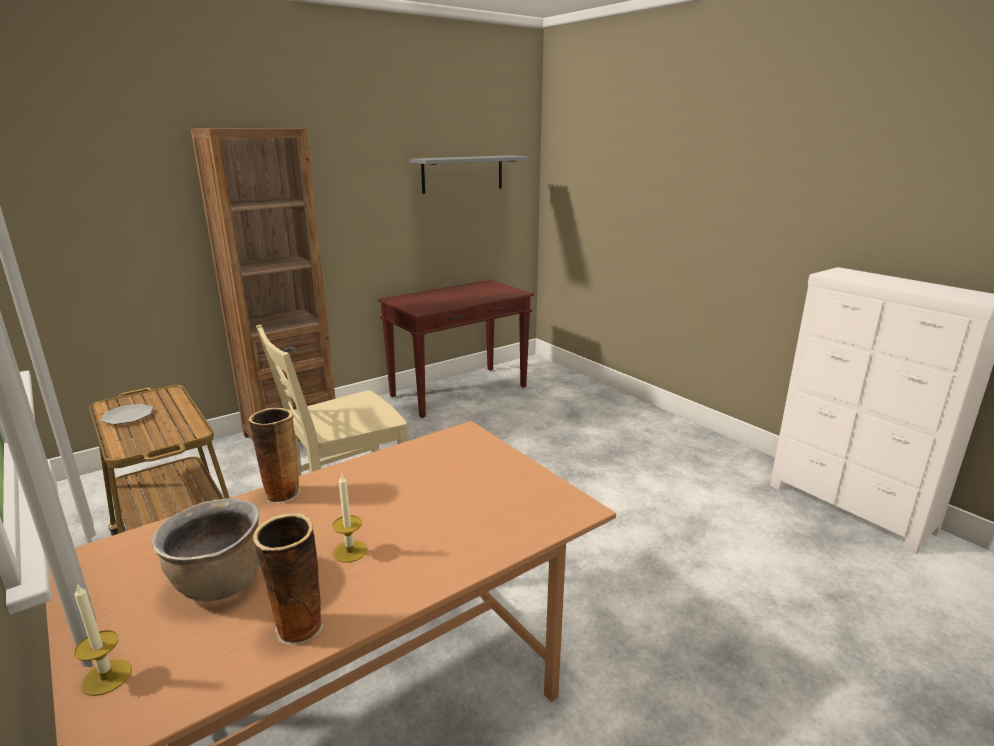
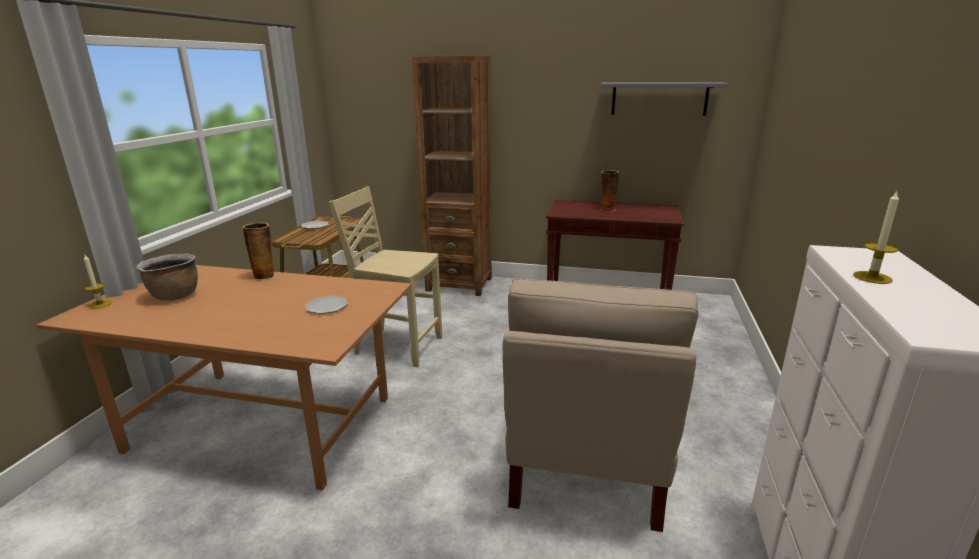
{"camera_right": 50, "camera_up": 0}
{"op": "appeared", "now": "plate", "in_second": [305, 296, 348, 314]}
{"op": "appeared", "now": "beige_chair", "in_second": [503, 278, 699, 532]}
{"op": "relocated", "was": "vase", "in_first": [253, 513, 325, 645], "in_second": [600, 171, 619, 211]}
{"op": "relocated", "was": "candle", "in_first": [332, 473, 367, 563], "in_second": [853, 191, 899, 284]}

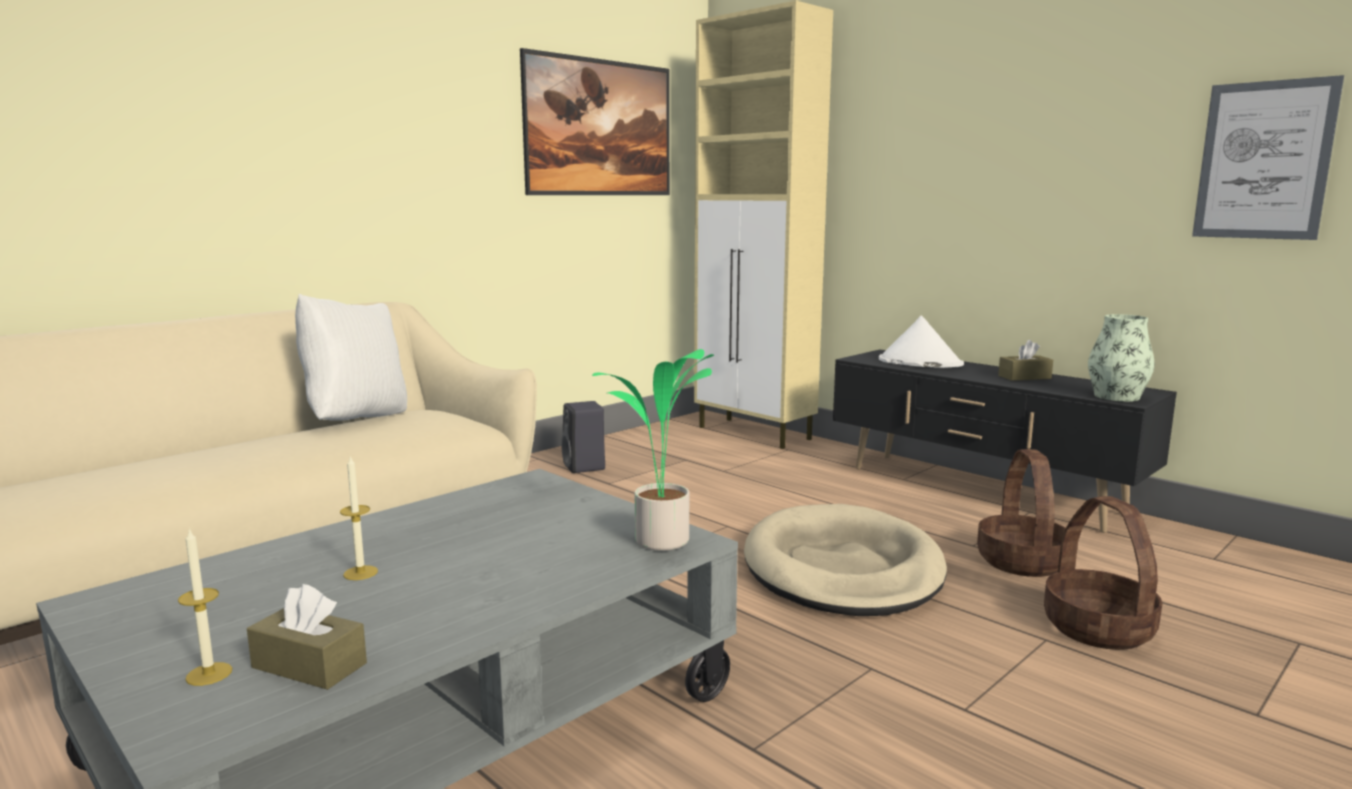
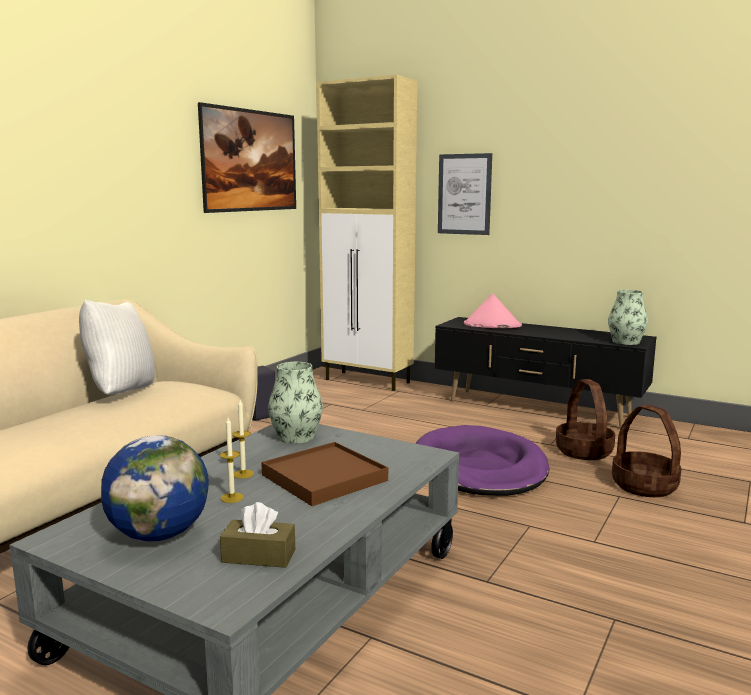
{"camera_right": -15, "camera_up": 0}
{"op": "appeared", "now": "globe", "in_second": [101, 435, 209, 541]}
{"op": "relocated", "was": "candle", "in_first": [178, 528, 232, 686], "in_second": [232, 400, 254, 479]}
{"op": "appeared", "now": "brown_tray", "in_second": [261, 442, 388, 506]}
{"op": "appeared", "now": "vase", "in_second": [268, 362, 323, 444]}
{"op": "colour", "was": "beige_dog_bed", "now": "purple_dog_bed", "in_first": [744, 504, 947, 616], "in_second": [415, 425, 550, 496]}
{"op": "relocated", "was": "picture", "in_first": [1192, 75, 1344, 240], "in_second": [438, 153, 492, 235]}
{"op": "colour", "was": "white_hat", "now": "pink_hat", "in_first": [879, 316, 964, 368], "in_second": [464, 293, 522, 328]}
{"op": "missing", "was": "potted_plant", "in_first": [592, 349, 714, 551]}
{"op": "missing", "was": "brown_tissue_box", "in_first": [998, 340, 1053, 381]}

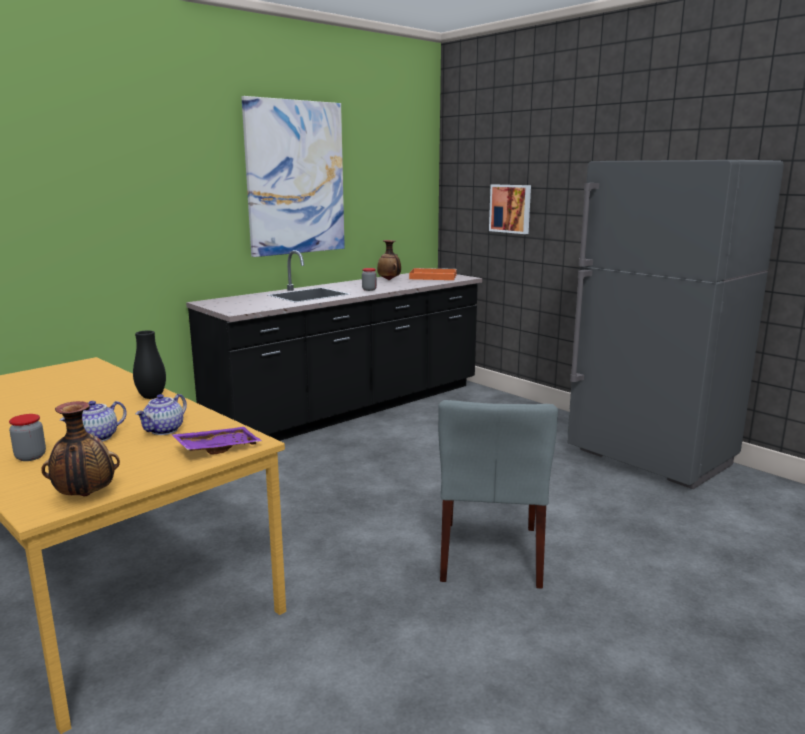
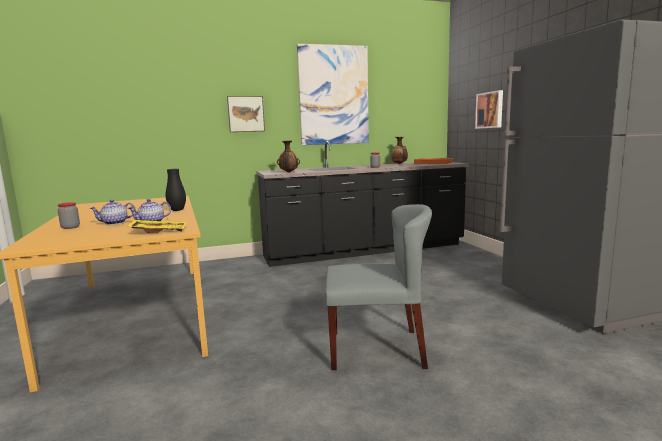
{"camera_right": 25, "camera_up": -5}
{"op": "colour", "was": "purple_tray", "now": "yellow_tray", "in_first": [171, 427, 262, 455], "in_second": [128, 220, 187, 233]}
{"op": "appeared", "now": "picture", "in_second": [227, 96, 265, 132]}
{"op": "relocated", "was": "vase", "in_first": [41, 401, 120, 496], "in_second": [277, 140, 300, 173]}
{"op": "spun", "was": "grey_chair", "in_first": [438, 400, 558, 589], "in_second": [324, 204, 432, 370], "clockwise": -120}

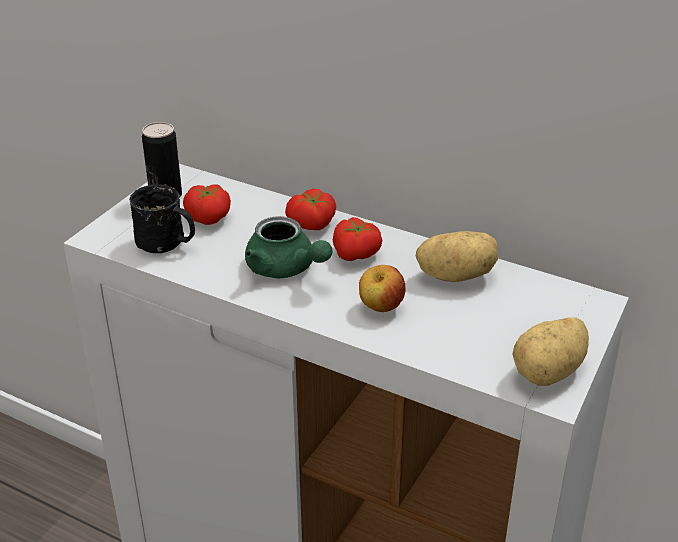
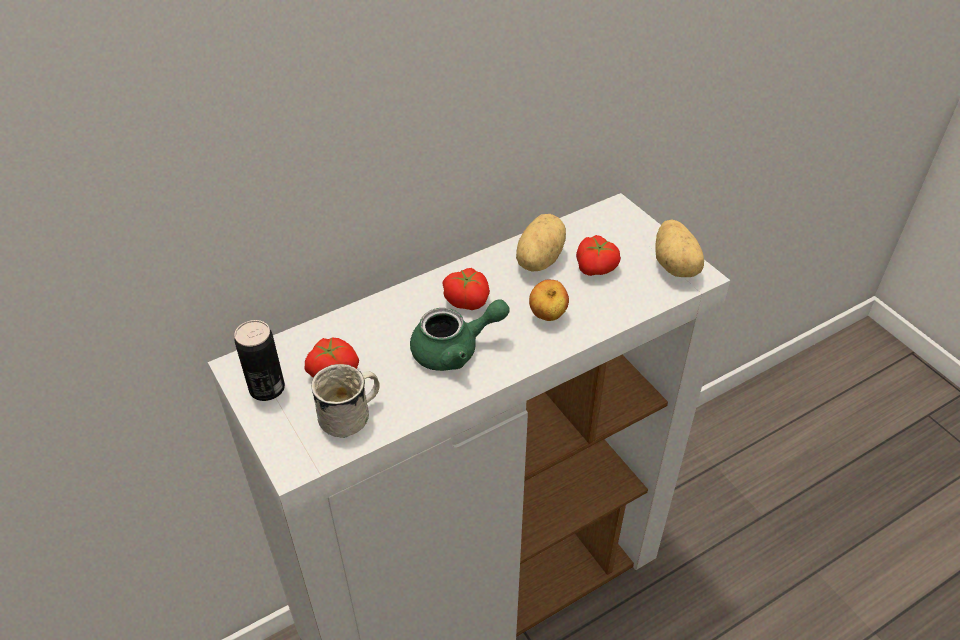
{"camera_right": -60, "camera_up": 10}
{"op": "colour", "was": "black_mug", "now": "white_mug", "in_first": [129, 184, 195, 253], "in_second": [311, 364, 380, 438]}
{"op": "relocated", "was": "tomato", "in_first": [285, 189, 336, 230], "in_second": [576, 235, 621, 276]}

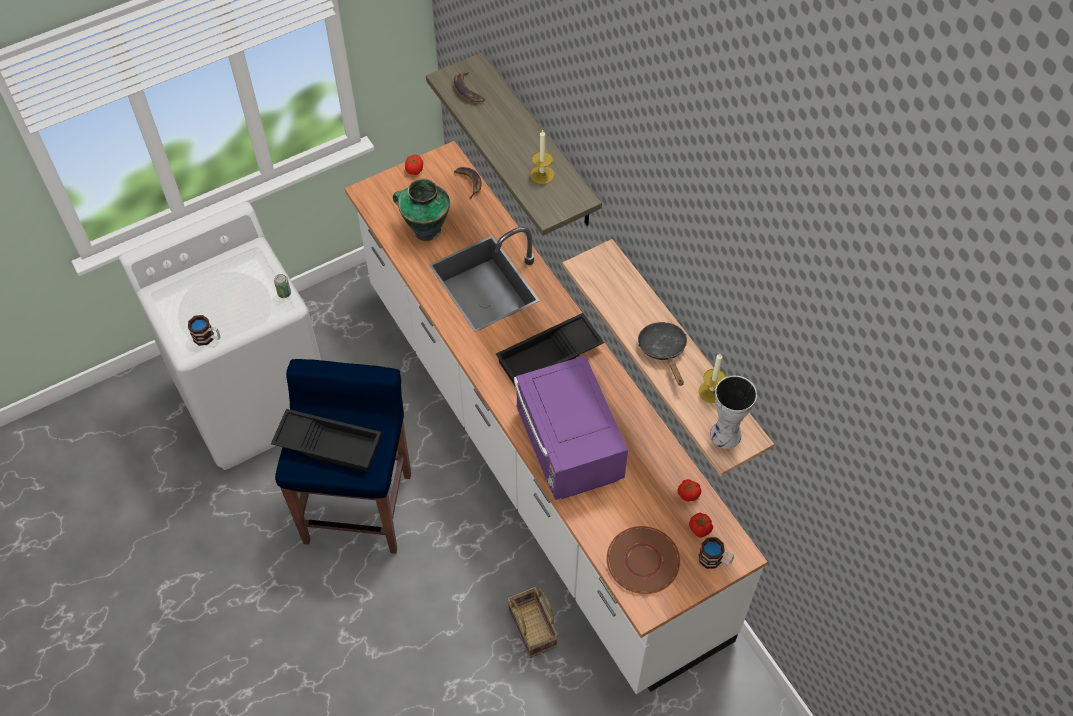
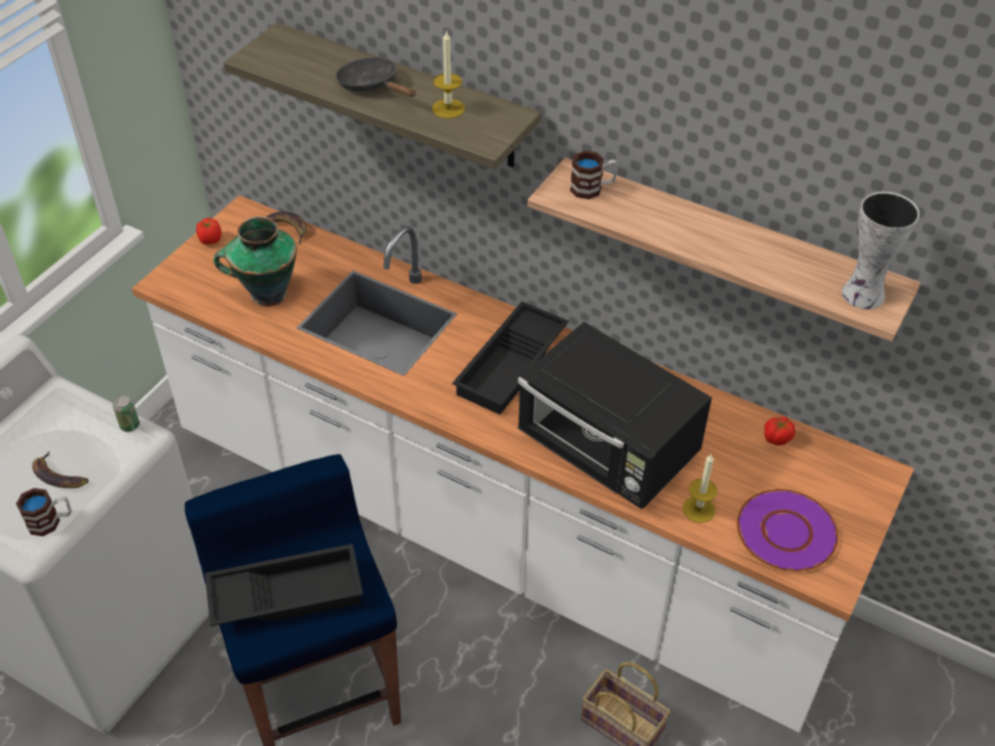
{"camera_right": -30, "camera_up": -10}
{"op": "relocated", "was": "banana", "in_first": [454, 71, 485, 102], "in_second": [32, 451, 89, 488]}
{"op": "relocated", "was": "black_frying_pan", "in_first": [638, 322, 687, 386], "in_second": [336, 57, 416, 97]}
{"op": "colour", "was": "purple_microwave", "now": "black_microwave", "in_first": [514, 355, 628, 500], "in_second": [518, 322, 712, 509]}
{"op": "relocated", "was": "mug", "in_first": [699, 537, 734, 569], "in_second": [570, 151, 618, 199]}
{"op": "relocated", "was": "candle", "in_first": [699, 354, 726, 403], "in_second": [683, 454, 717, 523]}
{"op": "colour", "was": "brown_plate", "now": "purple_plate", "in_first": [606, 526, 680, 594], "in_second": [737, 489, 839, 572]}
{"op": "missing", "was": "tomato", "in_first": [689, 513, 713, 538]}

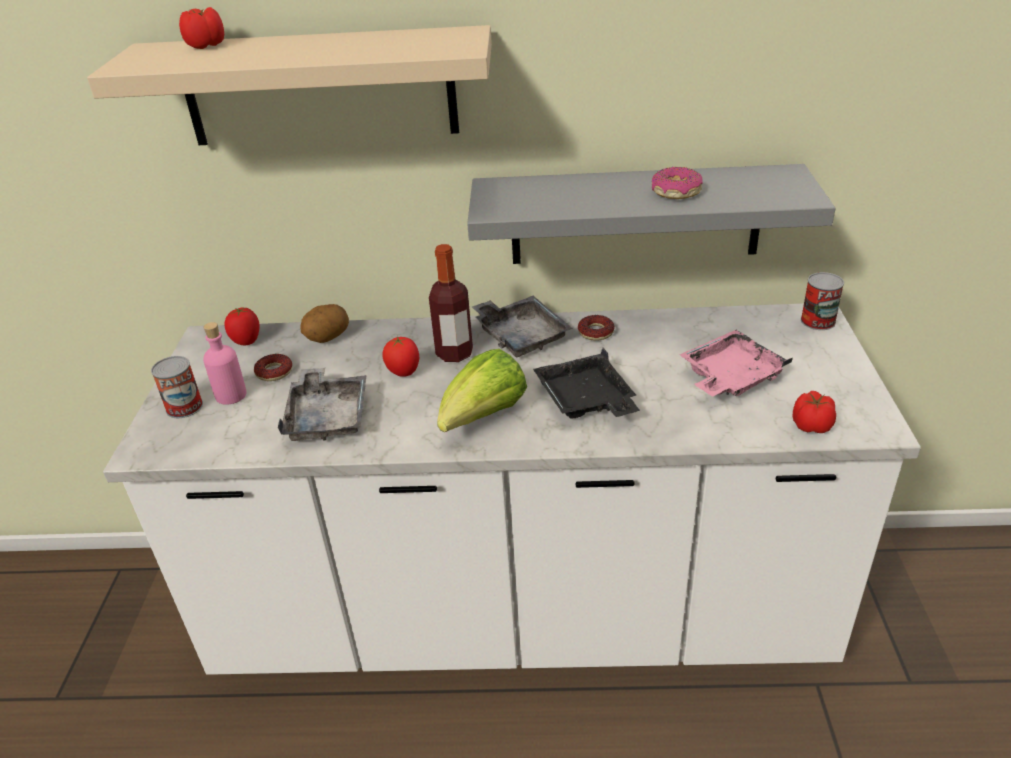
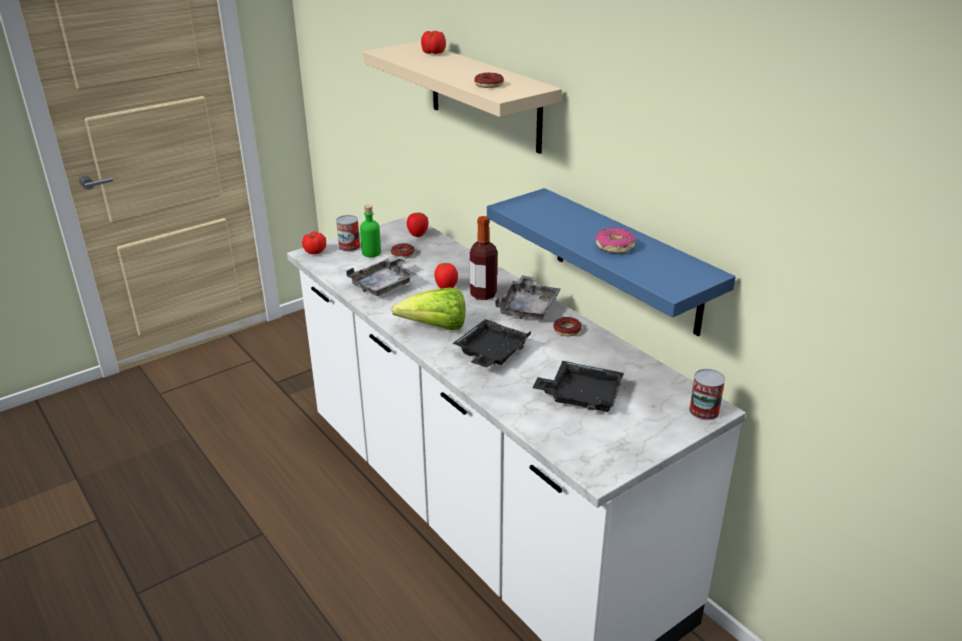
{"camera_right": 50, "camera_up": -5}
{"op": "relocated", "was": "tomato", "in_first": [793, 391, 836, 433], "in_second": [302, 231, 326, 254]}
{"op": "colour", "was": "pink_bottle", "now": "green_bottle", "in_first": [203, 322, 247, 405], "in_second": [360, 205, 381, 257]}
{"op": "appeared", "now": "donut", "in_second": [474, 73, 504, 88]}
{"op": "colour", "was": "grey_shelf", "now": "blue_shelf", "in_first": [467, 164, 836, 264], "in_second": [487, 188, 736, 336]}
{"op": "colour", "was": "pink_tray", "now": "black_tray", "in_first": [679, 330, 793, 396], "in_second": [532, 361, 624, 412]}
{"op": "missing", "was": "potato", "in_first": [300, 304, 349, 343]}

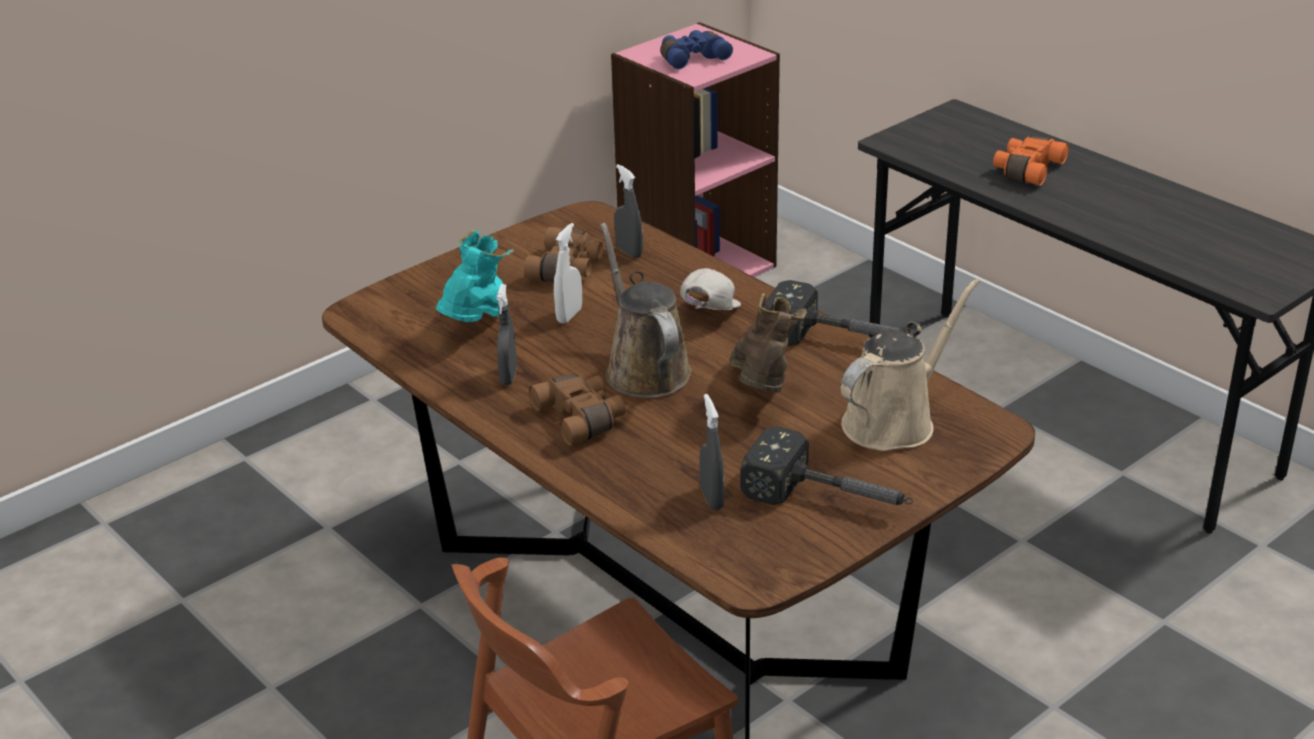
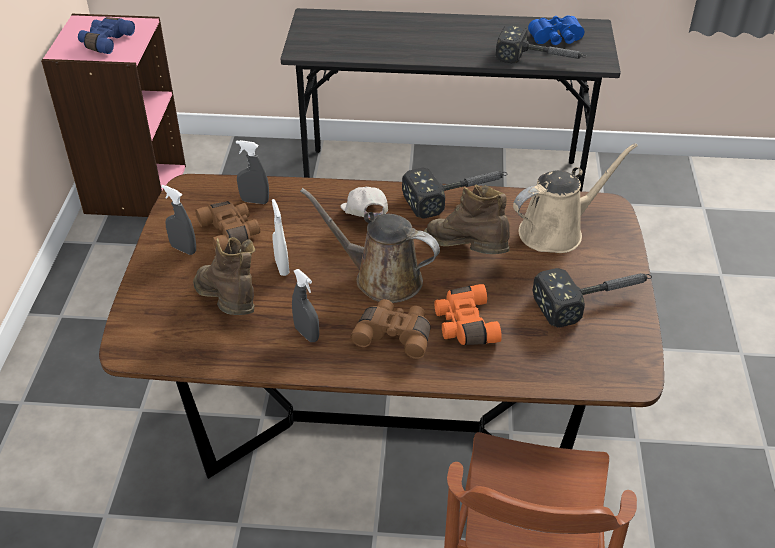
{"camera_right": -45, "camera_up": 10}
{"op": "relocated", "was": "grey_spray_bottle", "in_first": [699, 394, 724, 510], "in_second": [161, 185, 196, 255]}
{"op": "colour", "was": "turquoise_boot", "now": "brown_boot", "in_first": [436, 230, 514, 322], "in_second": [193, 237, 255, 315]}
{"op": "relocated", "was": "orange_binoculars", "in_first": [993, 136, 1069, 185], "in_second": [434, 284, 502, 345]}
{"op": "appeared", "now": "hammer", "in_second": [496, 24, 586, 63]}
{"op": "spun", "was": "beige_watering_can", "in_first": [840, 278, 980, 451], "in_second": [513, 143, 637, 253], "clockwise": 60}
{"op": "appeared", "now": "blue_binoculars", "in_second": [528, 15, 584, 45]}

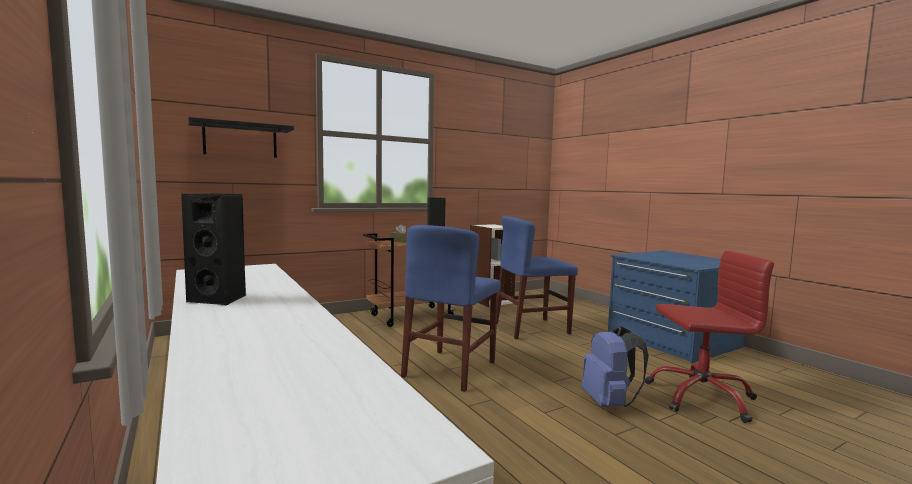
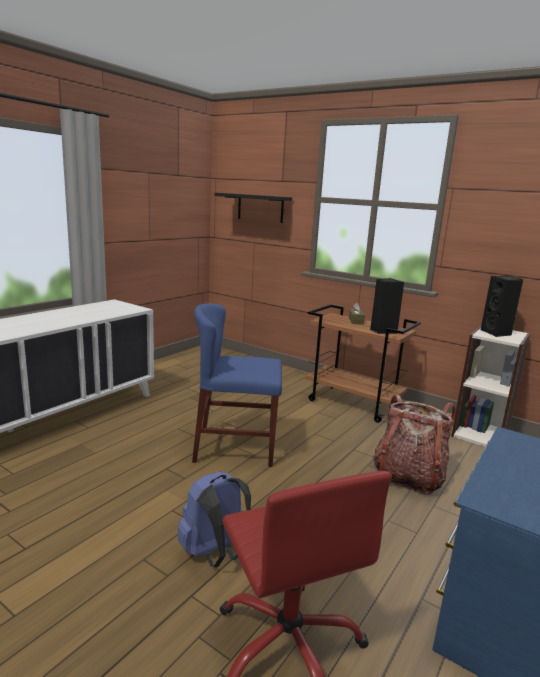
{"camera_right": 65, "camera_up": 10}
{"op": "exchanged", "was": "blue_chair", "now": "backpack", "in_first": [497, 216, 578, 339], "in_second": [373, 395, 456, 495]}
{"op": "relocated", "was": "black_speaker", "in_first": [181, 193, 246, 306], "in_second": [481, 276, 523, 337]}

